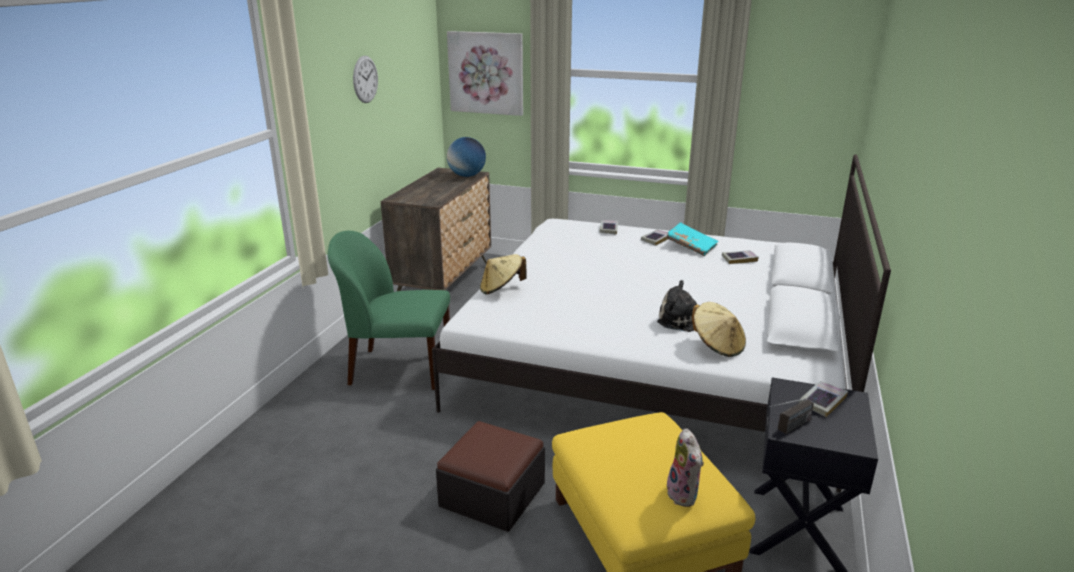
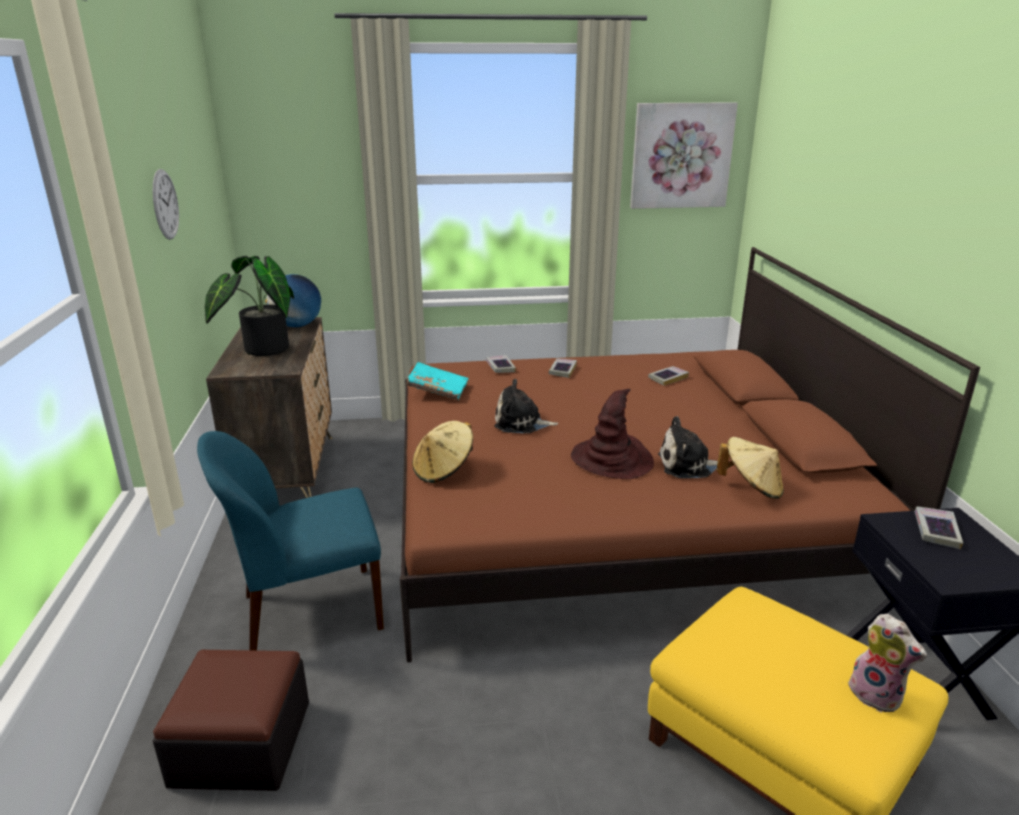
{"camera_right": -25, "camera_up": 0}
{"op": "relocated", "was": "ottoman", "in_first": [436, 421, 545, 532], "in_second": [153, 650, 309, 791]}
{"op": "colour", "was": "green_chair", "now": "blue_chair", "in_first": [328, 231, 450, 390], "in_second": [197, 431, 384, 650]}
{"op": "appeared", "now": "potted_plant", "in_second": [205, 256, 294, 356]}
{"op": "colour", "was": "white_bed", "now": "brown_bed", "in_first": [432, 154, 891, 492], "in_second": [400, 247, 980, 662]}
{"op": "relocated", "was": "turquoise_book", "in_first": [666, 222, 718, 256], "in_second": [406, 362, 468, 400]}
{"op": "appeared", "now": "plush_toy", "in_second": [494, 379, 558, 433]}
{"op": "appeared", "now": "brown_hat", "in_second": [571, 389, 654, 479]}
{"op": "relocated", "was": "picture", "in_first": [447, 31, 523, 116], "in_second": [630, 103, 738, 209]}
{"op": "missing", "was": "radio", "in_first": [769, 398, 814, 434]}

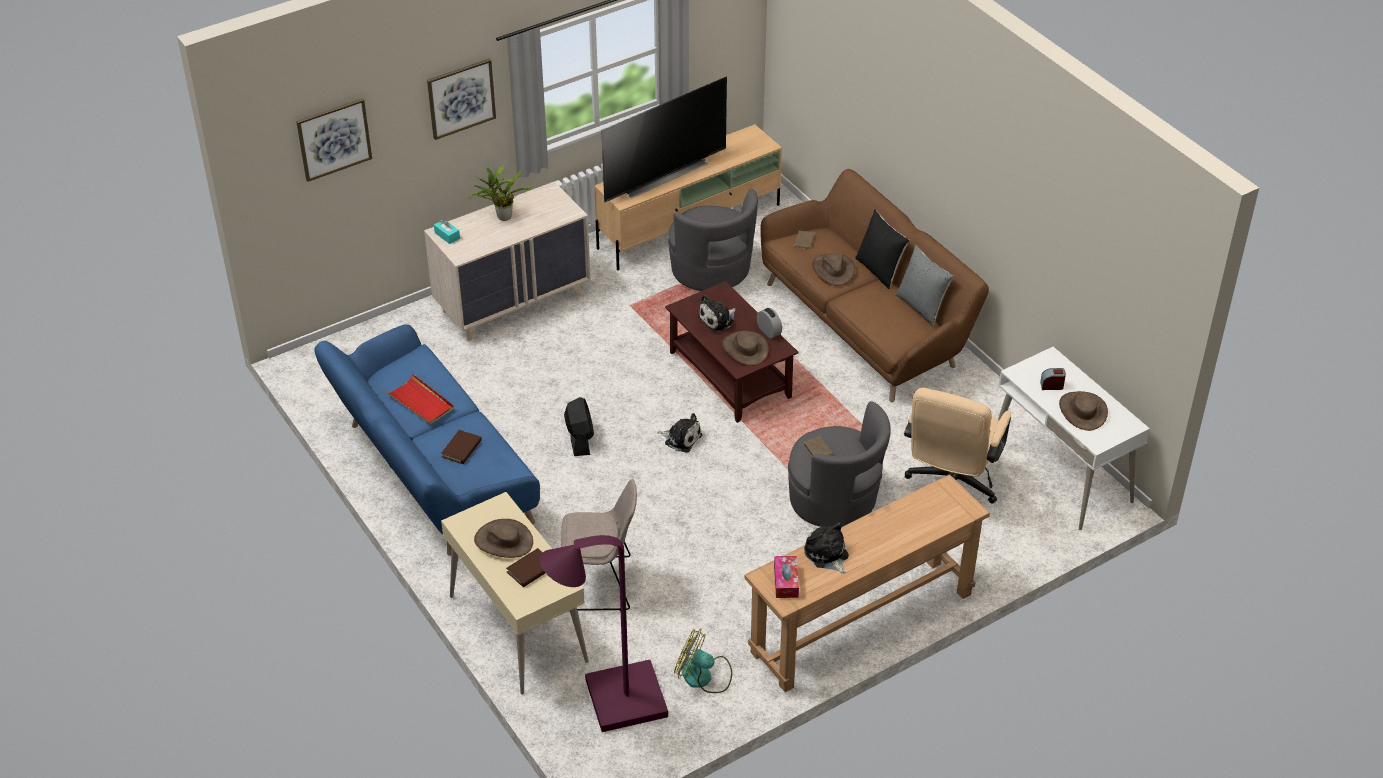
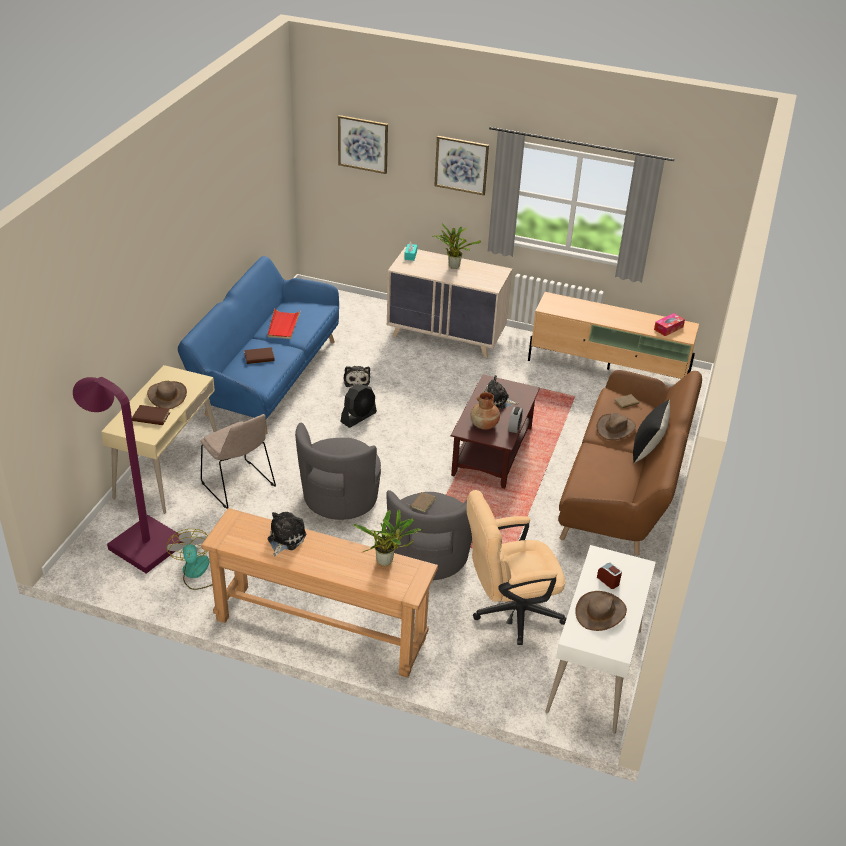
{"camera_right": 50, "camera_up": -5}
{"op": "relocated", "was": "grey_armchair", "in_first": [668, 189, 758, 291], "in_second": [295, 423, 381, 520]}
{"op": "relocated", "was": "plush_toy", "in_first": [657, 413, 702, 453], "in_second": [343, 366, 370, 387]}
{"op": "appeared", "now": "potted_plant", "in_second": [353, 510, 422, 566]}
{"op": "exchanged", "was": "brown_hat", "now": "brown_vase", "in_first": [722, 331, 769, 366], "in_second": [470, 392, 500, 429]}
{"op": "relocated", "was": "tissue_box", "in_first": [774, 556, 799, 598], "in_second": [654, 313, 685, 336]}
{"op": "missing", "was": "television", "in_first": [601, 77, 727, 202]}
{"op": "missing", "was": "grey_pillow", "in_first": [895, 245, 954, 326]}

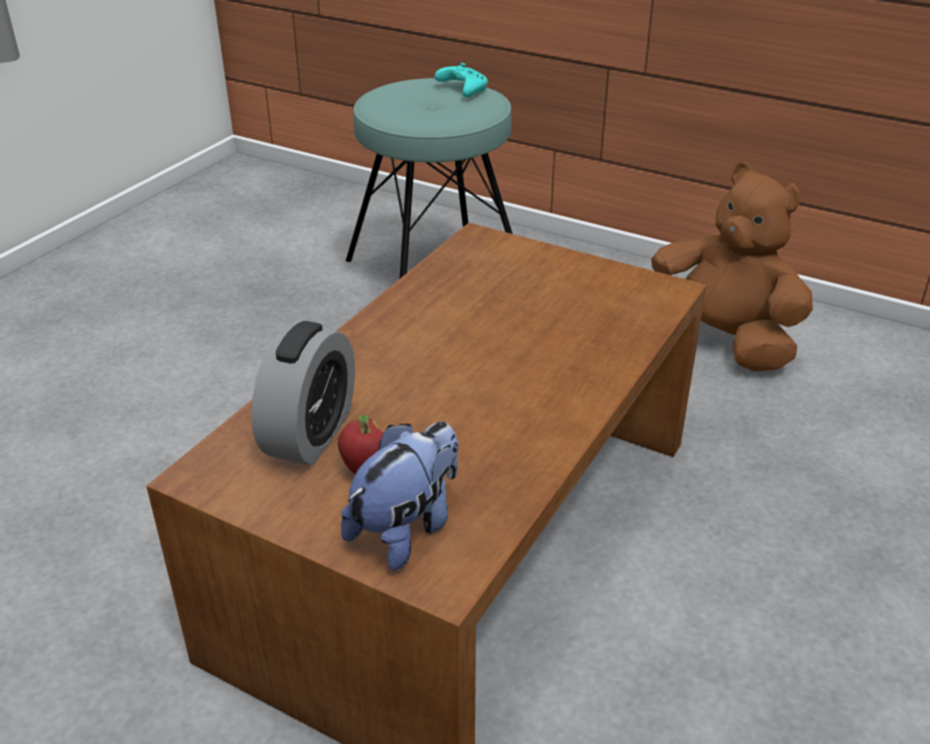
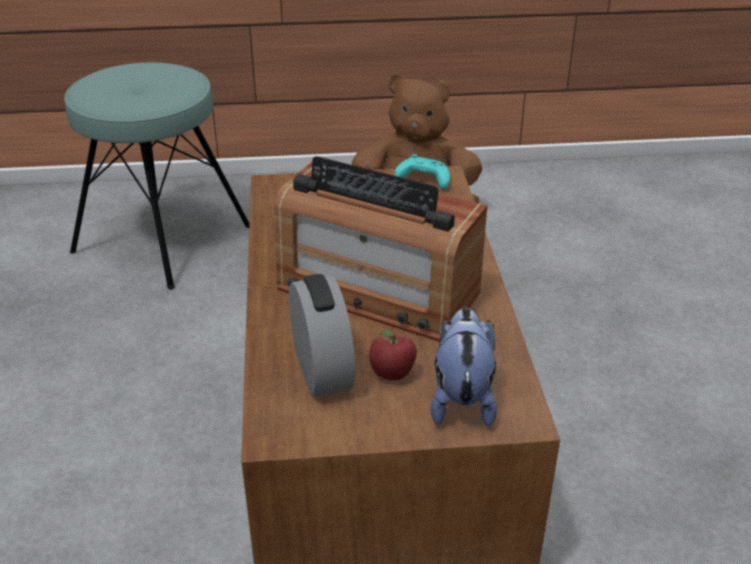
{"camera_right": -35, "camera_up": 0}
{"op": "appeared", "now": "radio", "in_second": [273, 156, 487, 342]}
{"op": "relocated", "was": "turquoise_game_controller", "in_first": [434, 63, 488, 97], "in_second": [395, 154, 450, 189]}

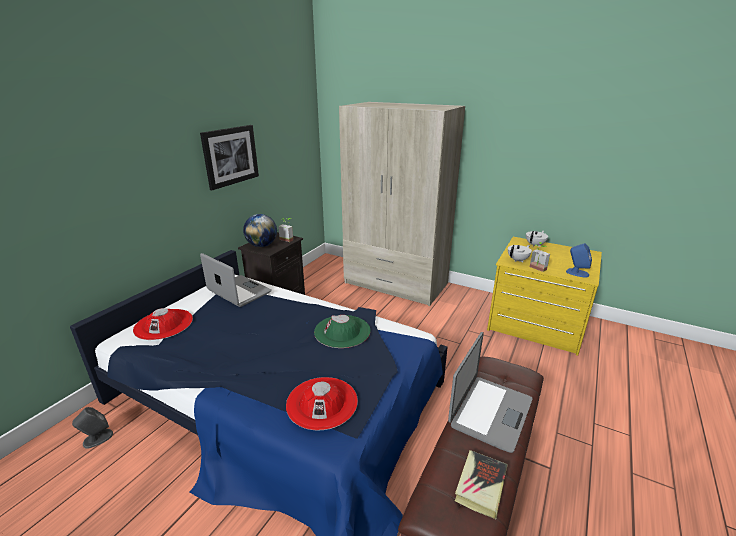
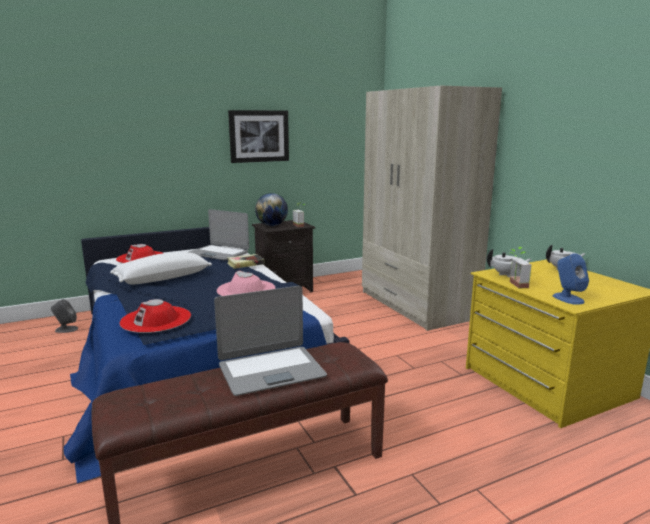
{"camera_right": 35, "camera_up": -10}
{"op": "appeared", "now": "white_pillow", "in_second": [110, 252, 212, 285]}
{"op": "spun", "was": "laptop", "in_first": [200, 253, 272, 307], "in_second": [189, 209, 249, 260], "clockwise": 135}
{"op": "colour", "was": "green_hat", "now": "pink_hat", "in_first": [314, 315, 371, 348], "in_second": [217, 271, 275, 296]}
{"op": "relocated", "was": "book", "in_first": [455, 450, 508, 519], "in_second": [227, 254, 265, 269]}

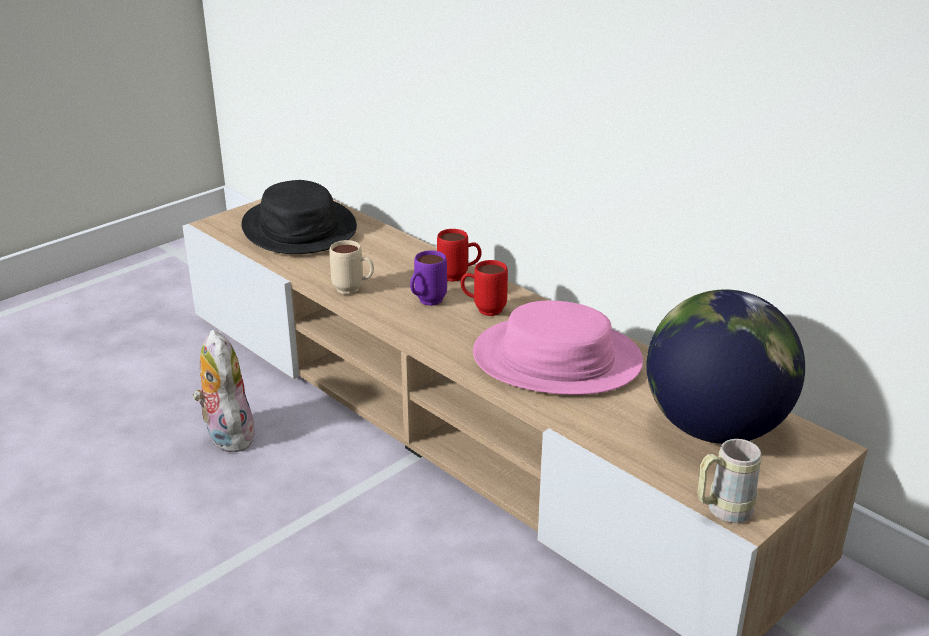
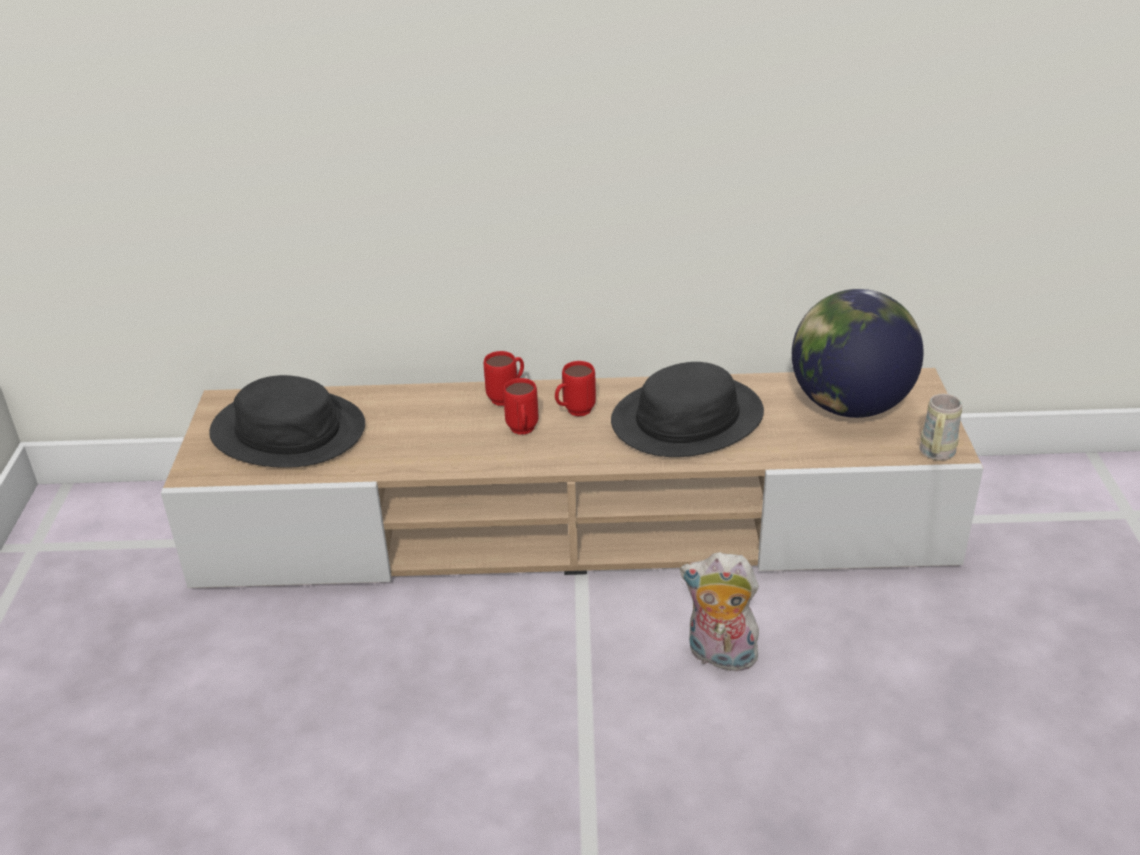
{"camera_right": -45, "camera_up": 5}
{"op": "colour", "was": "purple_mug", "now": "red_mug", "in_first": [410, 250, 447, 306], "in_second": [503, 378, 538, 435]}
{"op": "colour", "was": "pink_hat", "now": "black_hat", "in_first": [473, 301, 643, 395], "in_second": [611, 362, 764, 457]}
{"op": "relocated", "was": "plush_toy", "in_first": [193, 330, 258, 452], "in_second": [680, 552, 761, 671]}
{"op": "missing", "was": "beige_mug", "in_first": [329, 240, 374, 294]}

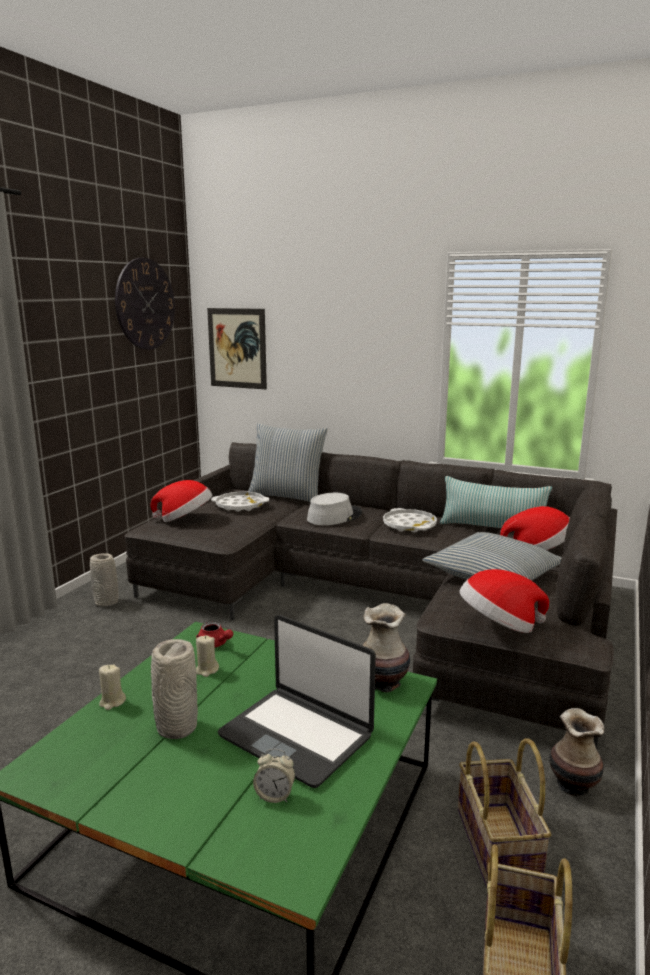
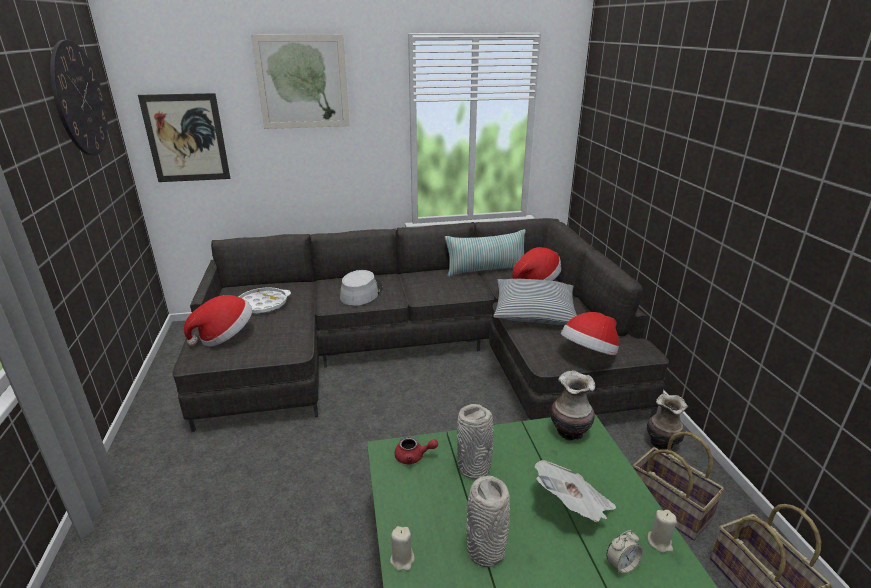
{"camera_right": -35, "camera_up": 10}
{"op": "appeared", "now": "picture", "in_second": [251, 34, 350, 129]}
{"op": "relocated", "was": "grey_vase", "in_first": [90, 553, 119, 607], "in_second": [457, 404, 493, 479]}
{"op": "exchanged", "was": "laptop", "now": "newspaper", "in_first": [218, 615, 376, 788], "in_second": [535, 460, 616, 522]}
{"op": "relocated", "was": "beige_candle", "in_first": [196, 635, 219, 677], "in_second": [648, 510, 677, 553]}
{"op": "missing", "was": "pillow", "in_first": [248, 423, 328, 502]}
{"op": "missing", "was": "white_tray", "in_first": [383, 508, 437, 532]}

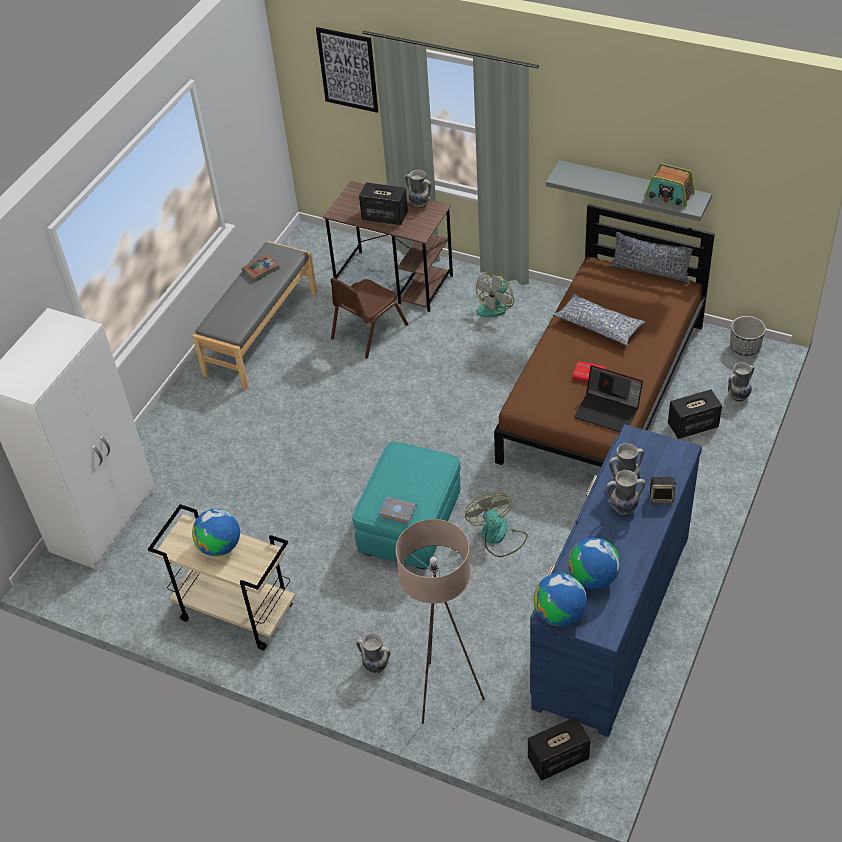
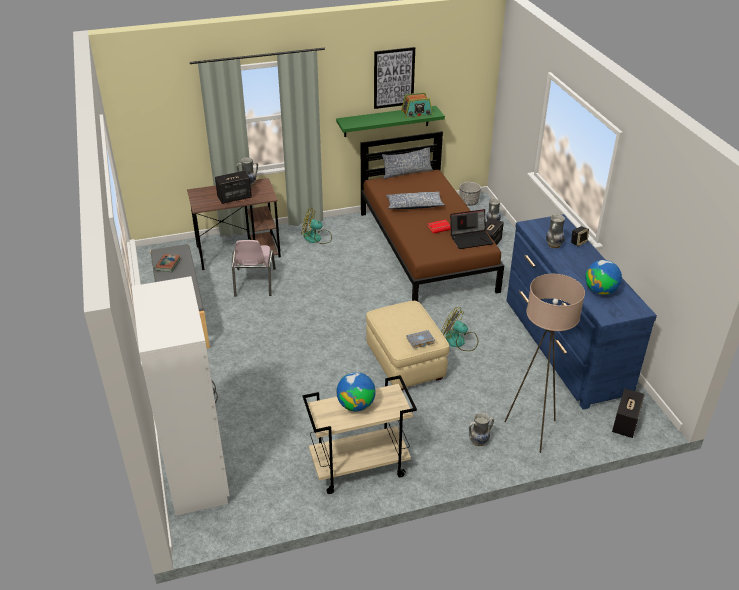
{"camera_right": -45, "camera_up": -10}
{"op": "colour", "was": "brown_chair", "now": "pink_chair", "in_first": [331, 278, 408, 359], "in_second": [232, 240, 276, 297]}
{"op": "spun", "was": "fan", "in_first": [476, 273, 514, 317], "in_second": [302, 208, 332, 244], "clockwise": 105}
{"op": "colour", "was": "grey_shelf", "now": "green_shelf", "in_first": [546, 160, 712, 221], "in_second": [336, 106, 445, 137]}
{"op": "colour", "was": "turquoise_ottoman", "now": "beige_ottoman", "in_first": [353, 442, 461, 570], "in_second": [366, 301, 449, 390]}
{"op": "relocated", "was": "picture", "in_first": [316, 27, 378, 113], "in_second": [374, 47, 415, 109]}
{"op": "missing", "was": "globe", "in_first": [534, 573, 587, 626]}
{"op": "missing", "was": "vase", "in_first": [607, 470, 645, 515]}

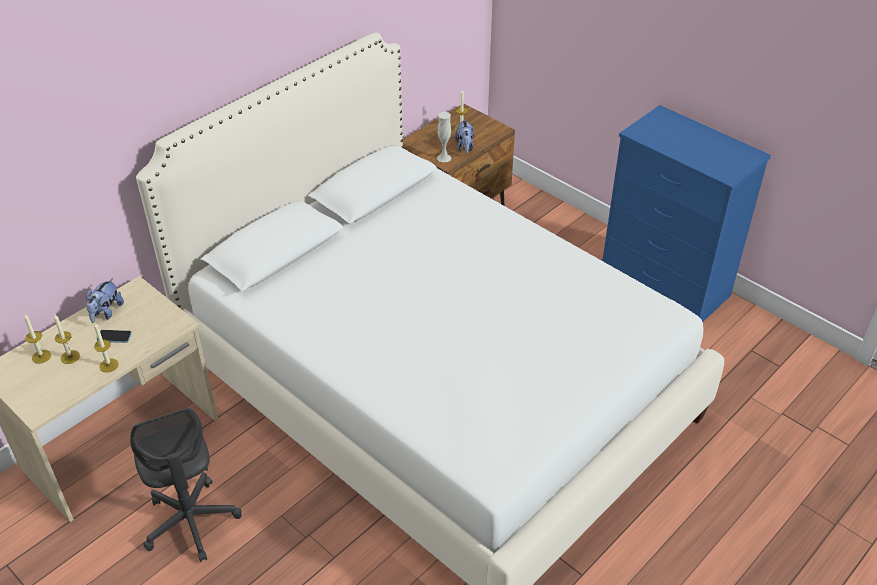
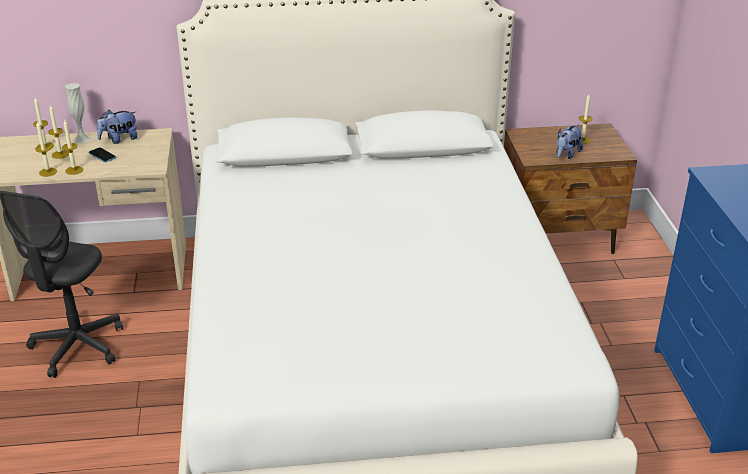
{"camera_right": 40, "camera_up": -10}
{"op": "appeared", "now": "candle", "in_second": [35, 121, 57, 177]}
{"op": "relocated", "was": "white_vase", "in_first": [437, 112, 451, 162], "in_second": [65, 83, 90, 143]}

